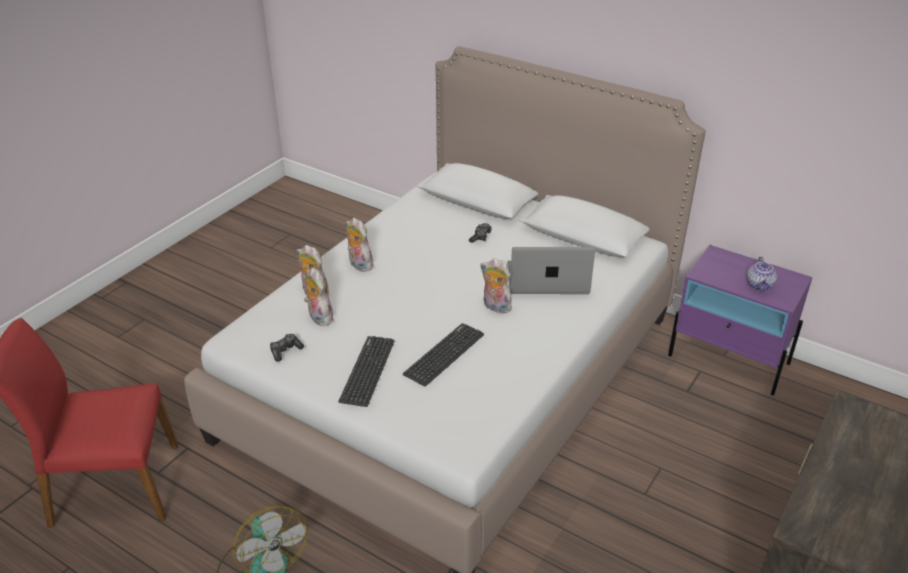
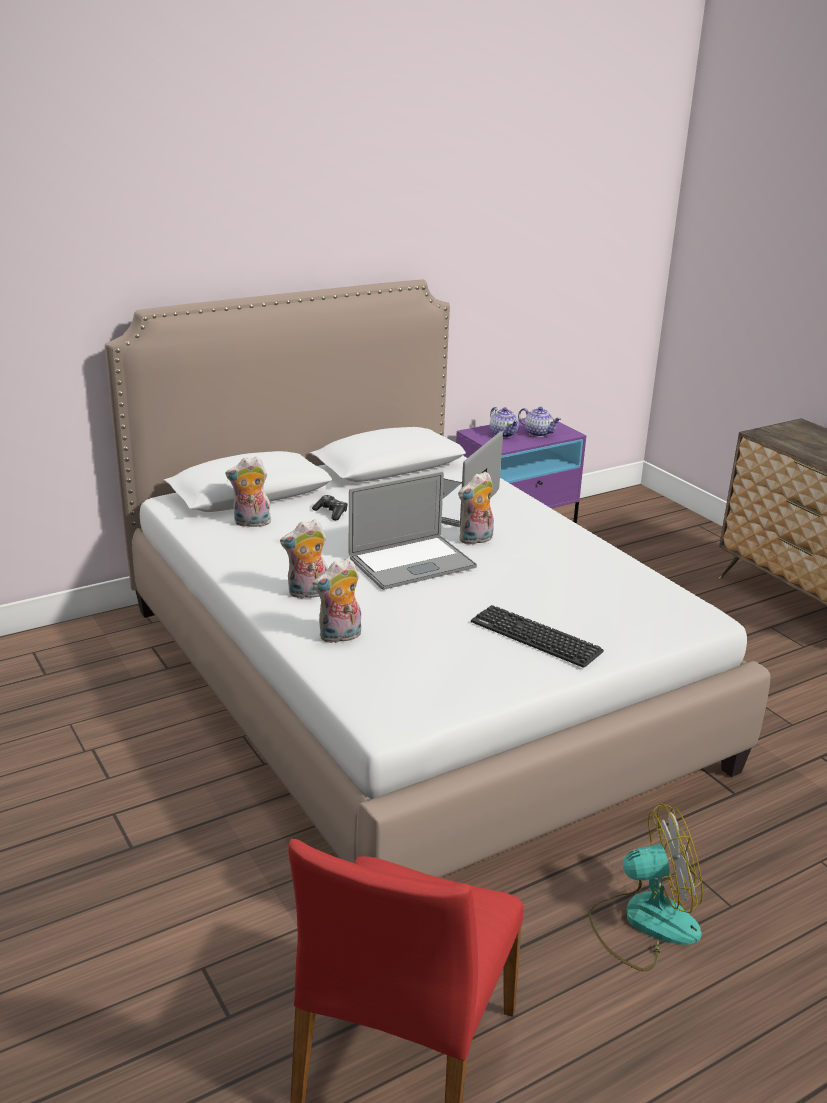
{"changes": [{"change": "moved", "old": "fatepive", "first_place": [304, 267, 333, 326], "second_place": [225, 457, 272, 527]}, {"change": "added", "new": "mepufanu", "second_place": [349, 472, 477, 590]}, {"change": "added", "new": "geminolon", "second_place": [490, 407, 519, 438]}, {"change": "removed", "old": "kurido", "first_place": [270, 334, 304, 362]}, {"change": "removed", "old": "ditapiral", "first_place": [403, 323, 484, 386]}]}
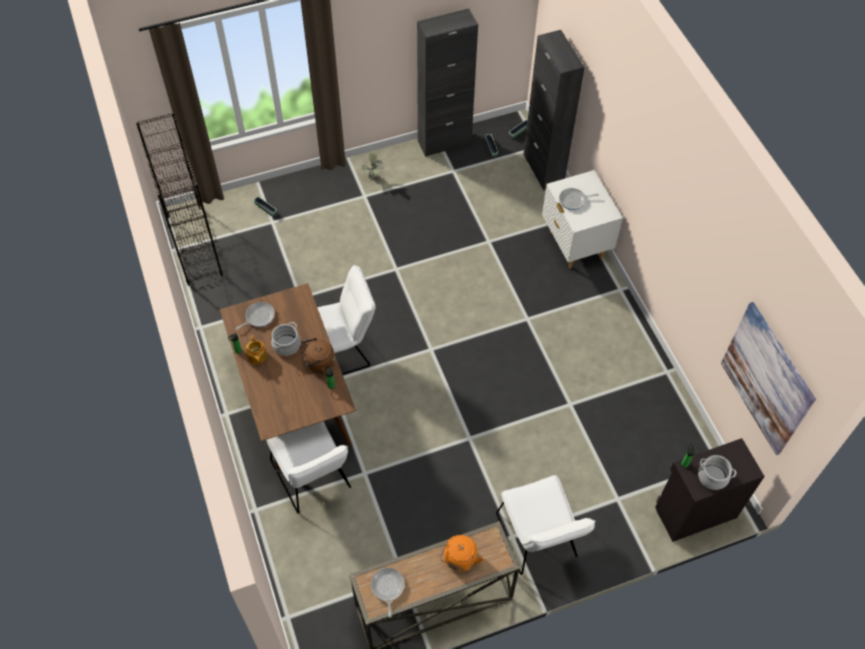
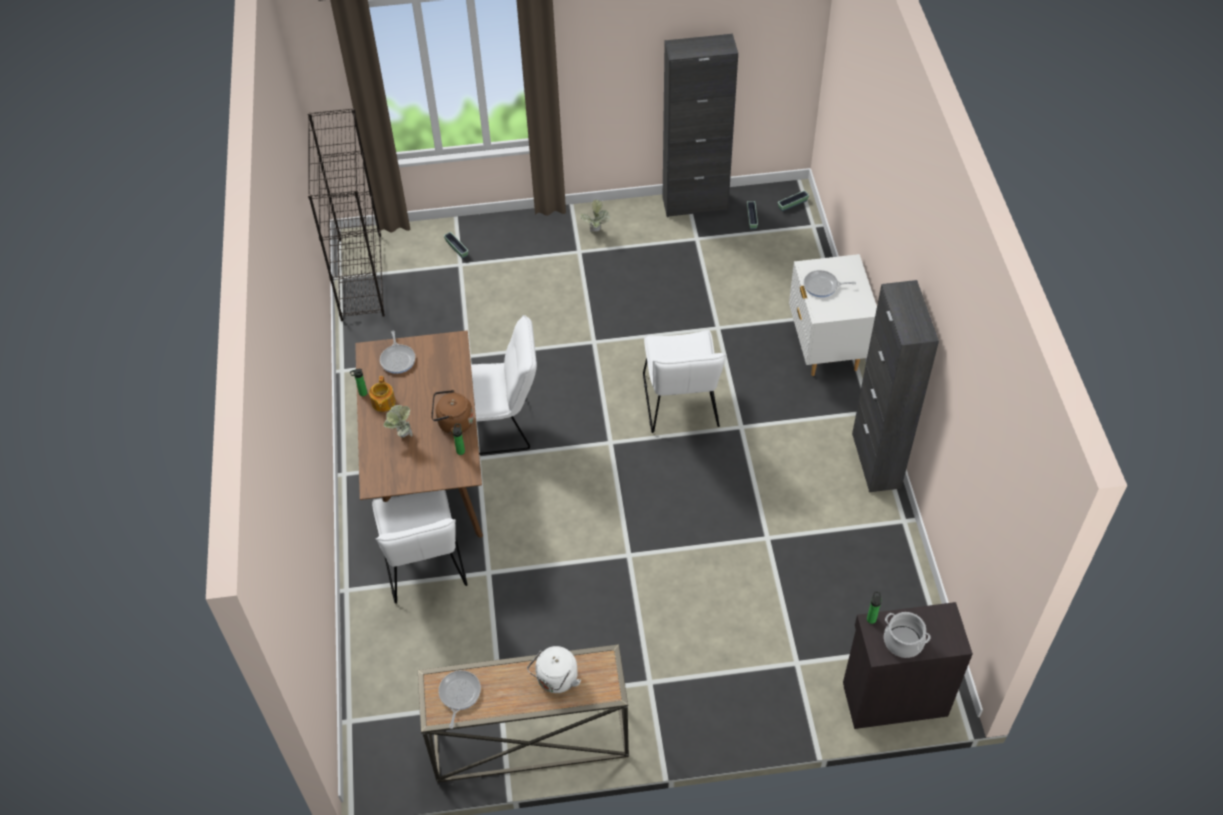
{"changes": [{"change": "turned", "old": "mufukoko", "first_place": [235, 302, 275, 330], "second_place": [380, 330, 415, 374], "degrees": 105}, {"change": "added", "new": "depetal", "second_place": [384, 405, 413, 438]}, {"change": "recoloured", "old": "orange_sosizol", "new": "white_sosizol", "first_place": [440, 535, 483, 571], "second_place": [527, 646, 581, 693]}, {"change": "moved", "old": "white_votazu", "first_place": [496, 475, 595, 575], "second_place": [643, 330, 726, 433]}, {"change": "moved", "old": "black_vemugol", "first_place": [523, 30, 585, 191], "second_place": [852, 280, 939, 492]}, {"change": "removed", "old": "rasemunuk", "first_place": [272, 322, 301, 356]}, {"change": "removed", "old": "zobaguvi", "first_place": [721, 302, 816, 455]}]}
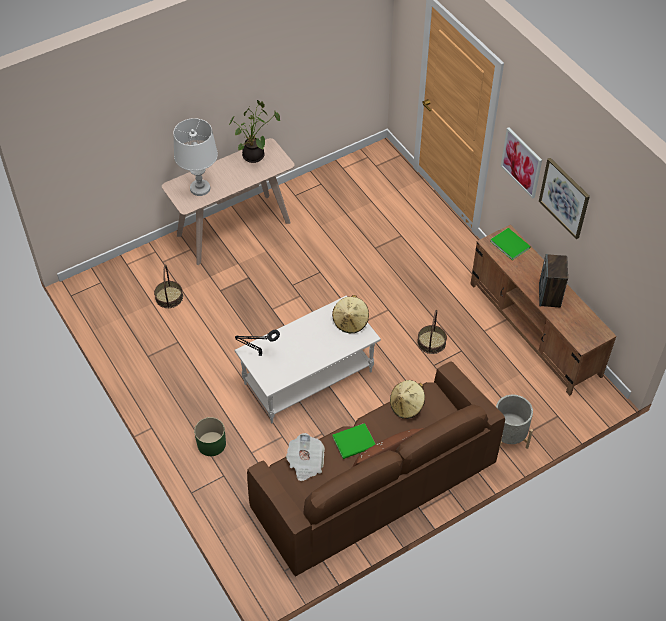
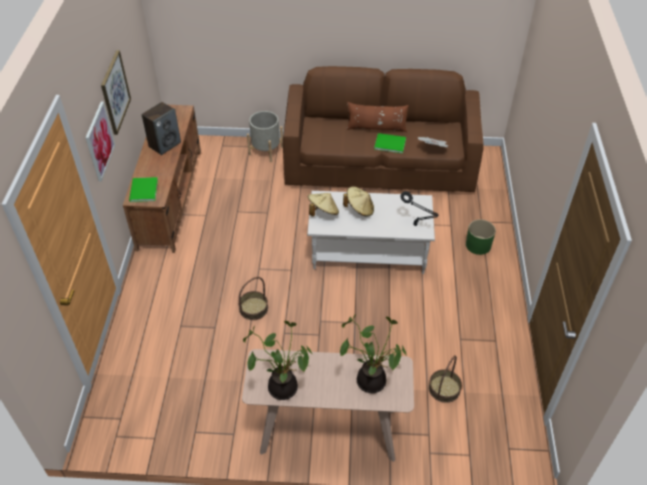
{"changes": [{"change": "moved", "old": "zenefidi", "first_place": [417, 310, 447, 354], "second_place": [238, 277, 268, 320]}, {"change": "replaced", "old": "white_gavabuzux", "new": "depetal", "first_place": [173, 118, 218, 196], "second_place": [340, 314, 407, 393]}, {"change": "moved", "old": "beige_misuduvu", "first_place": [390, 380, 425, 419], "second_place": [343, 186, 374, 217]}]}
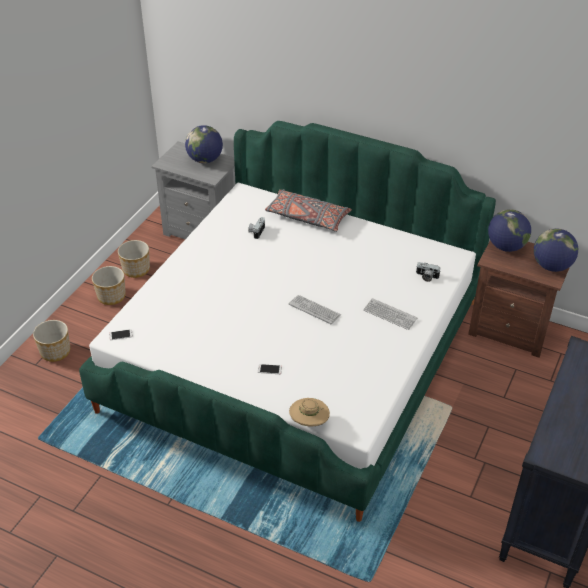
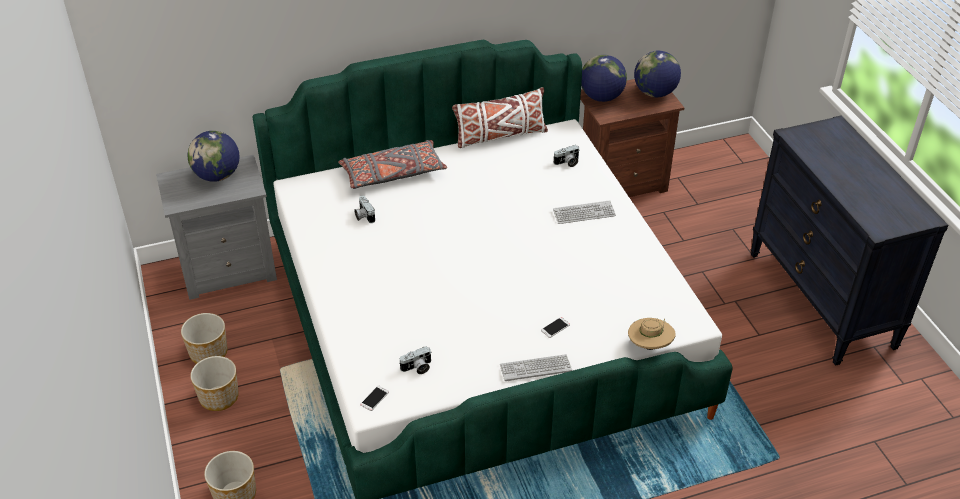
{"changes": [{"change": "added", "new": "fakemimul", "second_place": [399, 346, 431, 374]}, {"change": "added", "new": "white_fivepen", "second_place": [452, 87, 548, 148]}, {"change": "moved", "old": "ditapiral", "first_place": [289, 295, 341, 324], "second_place": [500, 354, 572, 381]}]}
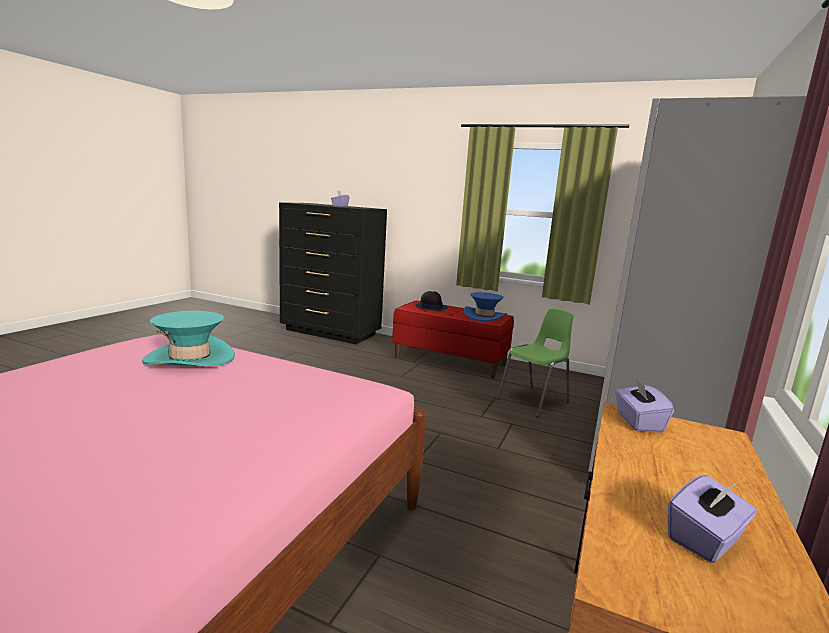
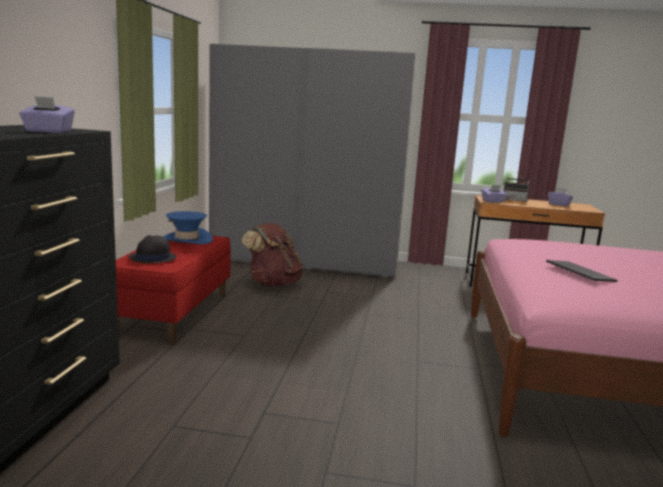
{"changes": [{"change": "replaced", "old": "green_votazu", "new": "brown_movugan", "first_place": [497, 308, 574, 417], "second_place": [242, 223, 303, 286]}, {"change": "added", "new": "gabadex", "second_place": [504, 177, 530, 202]}, {"change": "replaced", "old": "turquoise_misuduvu", "new": "ditapiral", "first_place": [142, 311, 235, 366], "second_place": [546, 260, 618, 282]}]}
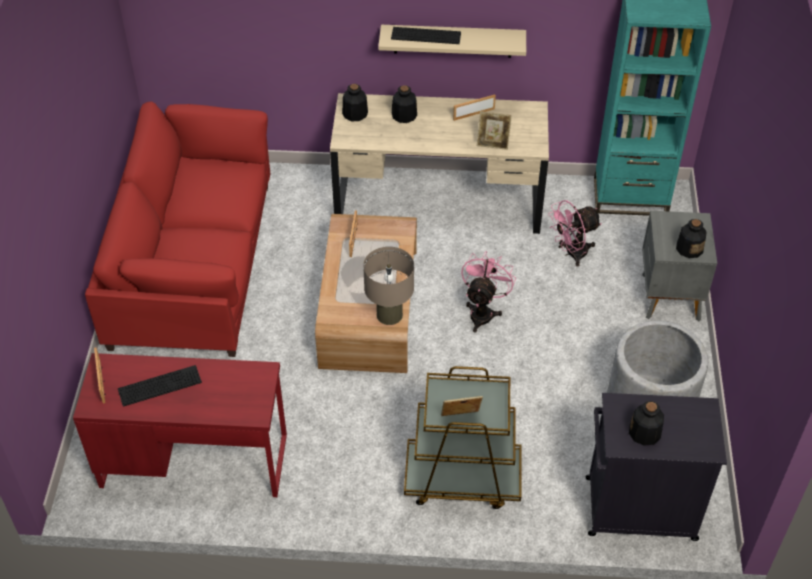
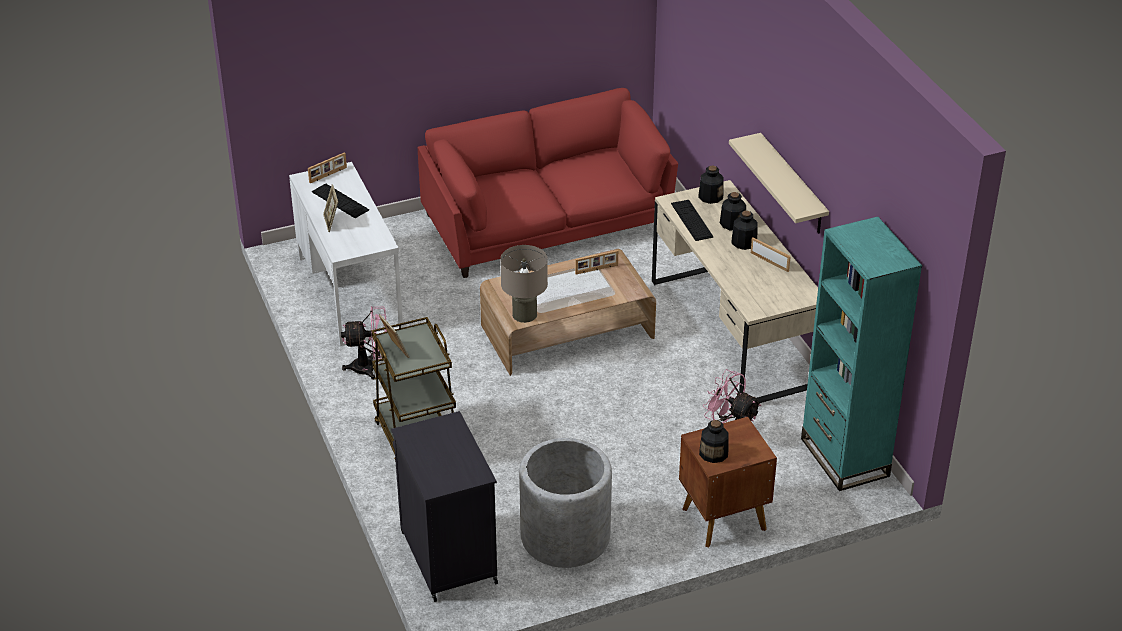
{"changes": [{"change": "recoloured", "old": "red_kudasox", "new": "white_kudasox", "first_place": [73, 353, 287, 497], "second_place": [289, 162, 403, 346]}, {"change": "moved", "old": "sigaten", "first_place": [477, 111, 512, 150], "second_place": [323, 184, 338, 232]}, {"change": "moved", "old": "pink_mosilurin", "first_place": [461, 251, 516, 333], "second_place": [341, 306, 387, 380]}, {"change": "moved", "old": "ditapiral", "first_place": [391, 27, 461, 44], "second_place": [671, 200, 714, 241]}, {"change": "recoloured", "old": "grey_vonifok", "new": "brown_vonifok", "first_place": [642, 211, 717, 321], "second_place": [679, 417, 777, 548]}, {"change": "moved", "old": "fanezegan", "first_place": [629, 401, 664, 446], "second_place": [732, 211, 758, 250]}]}
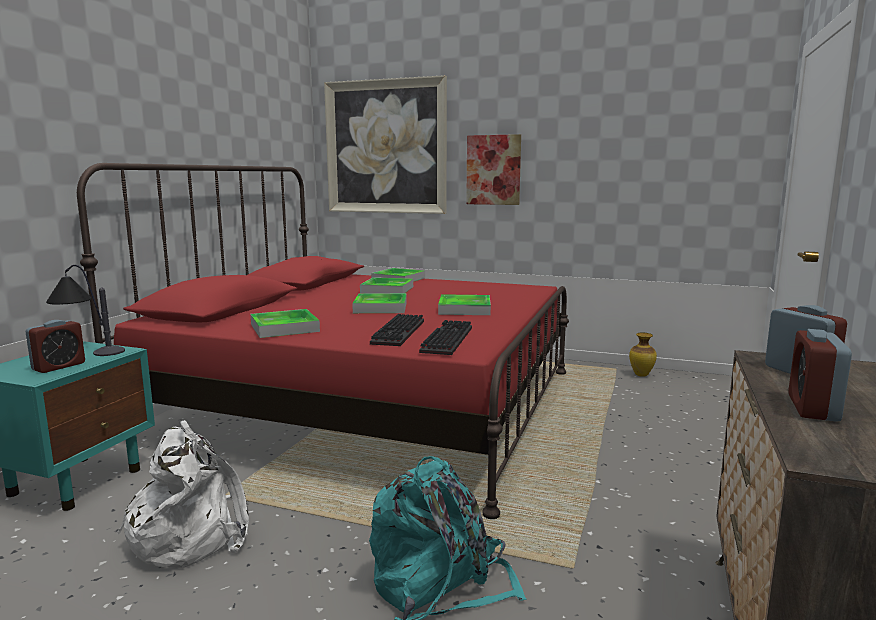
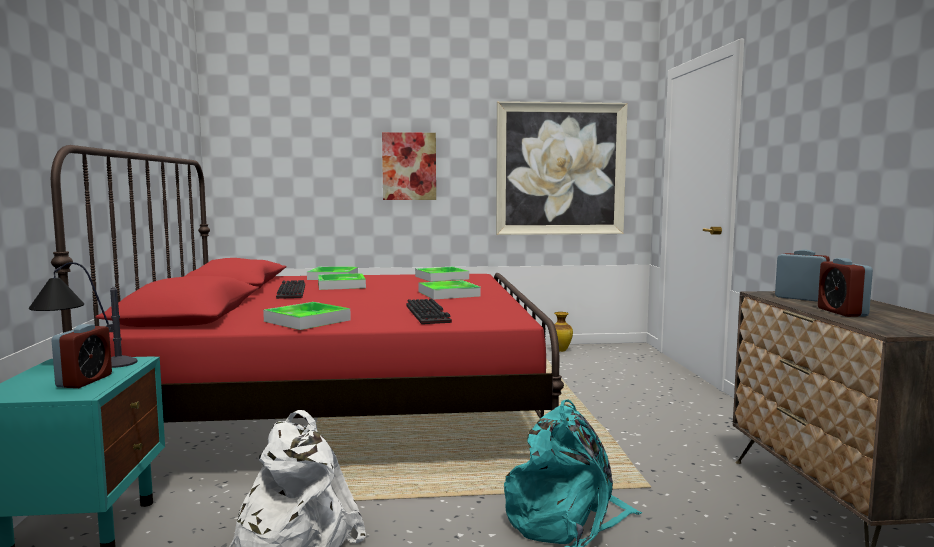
{"changes": [{"change": "moved", "old": "ditapiral", "first_place": [419, 320, 472, 355], "second_place": [276, 280, 305, 299]}, {"change": "moved", "old": "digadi", "first_place": [352, 293, 407, 313], "second_place": [415, 267, 469, 282]}, {"change": "moved", "old": "zobaguvi", "first_place": [324, 75, 447, 214], "second_place": [496, 101, 628, 235]}]}
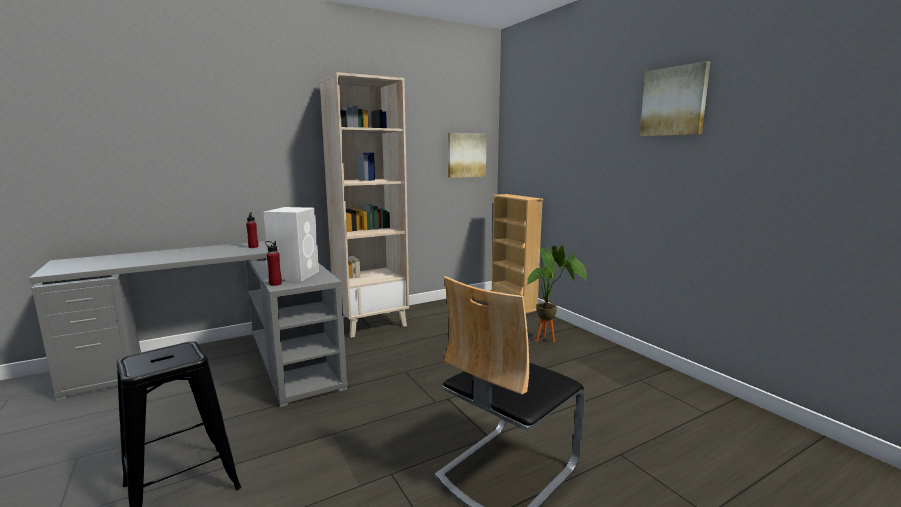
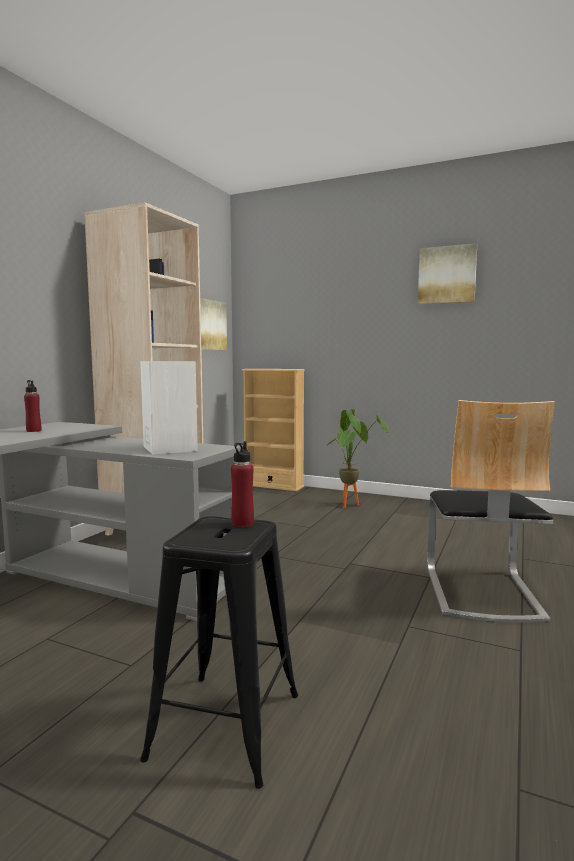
{"changes": [{"change": "moved", "old": "red_fanezegan", "first_place": [265, 241, 282, 286], "second_place": [231, 441, 254, 527]}]}
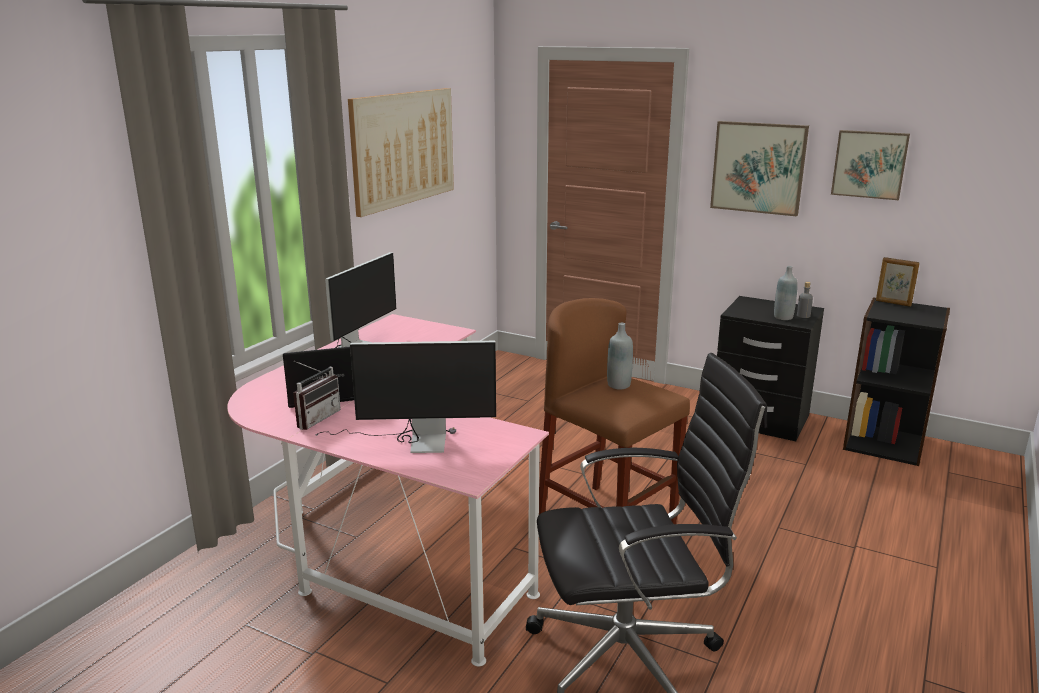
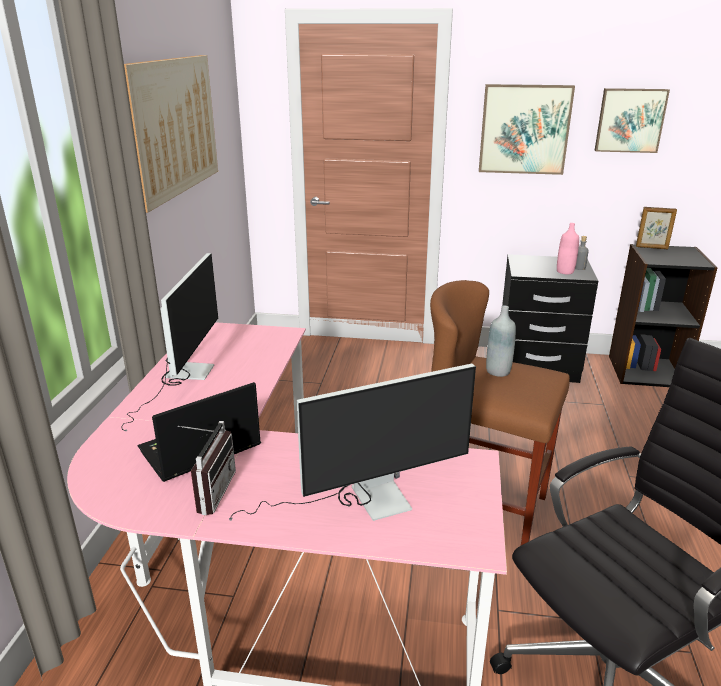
{"changes": [{"change": "recoloured", "old": "grey_fanezegan", "new": "pink_fanezegan", "first_place": [774, 266, 798, 320], "second_place": [557, 223, 579, 275]}]}
